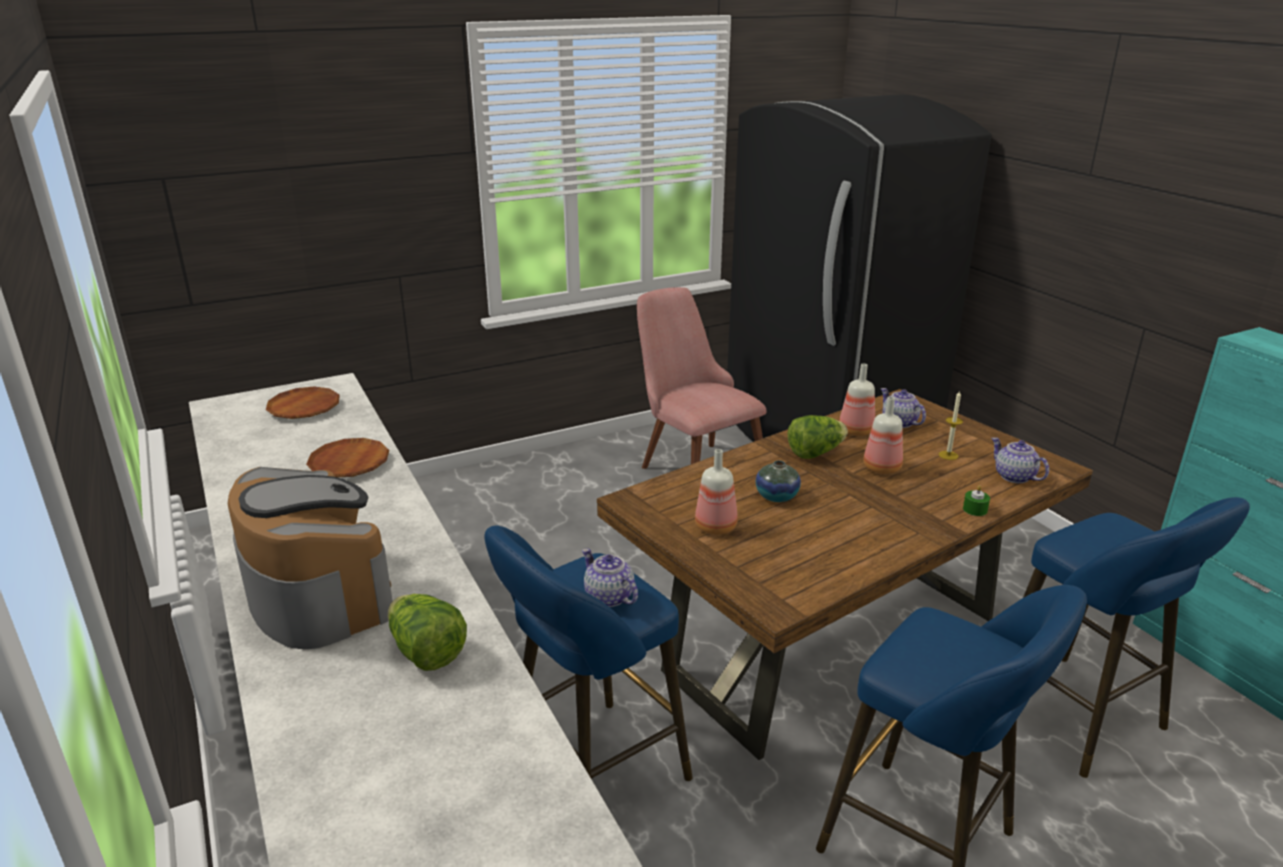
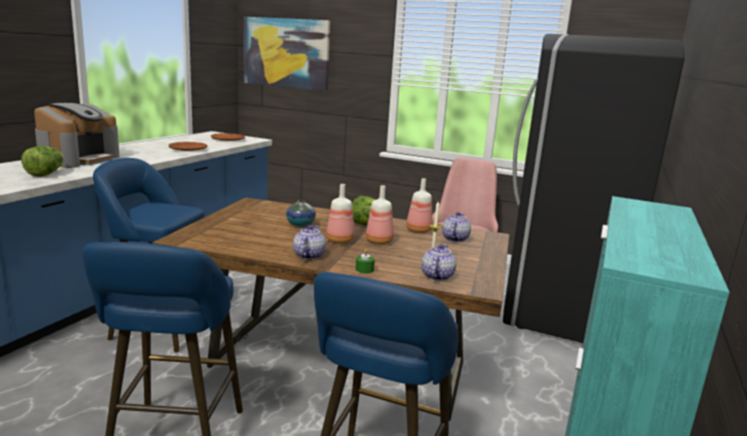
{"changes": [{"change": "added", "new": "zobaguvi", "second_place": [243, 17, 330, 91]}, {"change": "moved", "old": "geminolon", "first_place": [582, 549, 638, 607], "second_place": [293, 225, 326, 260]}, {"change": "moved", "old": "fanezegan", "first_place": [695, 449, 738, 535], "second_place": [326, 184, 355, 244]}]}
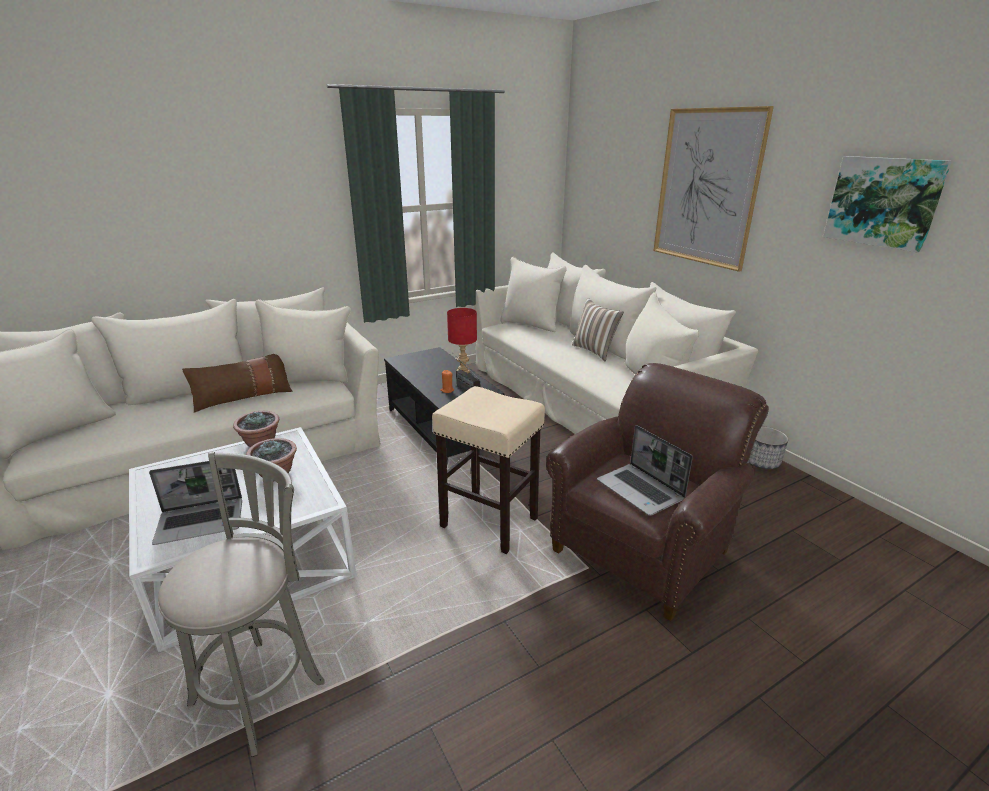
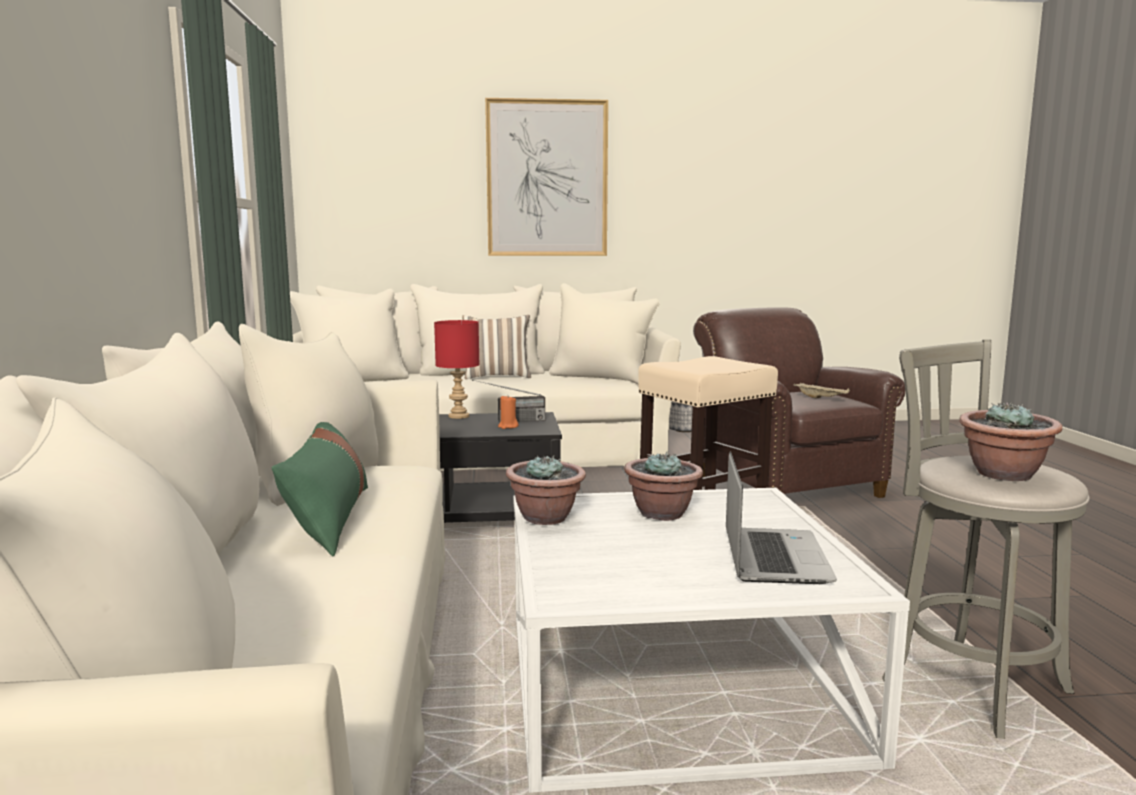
{"changes": [{"change": "recoloured", "old": "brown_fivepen", "new": "green_fivepen", "first_place": [182, 354, 293, 413], "second_place": [271, 422, 368, 556]}, {"change": "replaced", "old": "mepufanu", "new": "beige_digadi", "first_place": [597, 425, 693, 516], "second_place": [793, 383, 850, 399]}, {"change": "added", "new": "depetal", "second_place": [959, 402, 1062, 481]}, {"change": "removed", "old": "zobaguvi", "first_place": [823, 156, 952, 253]}]}
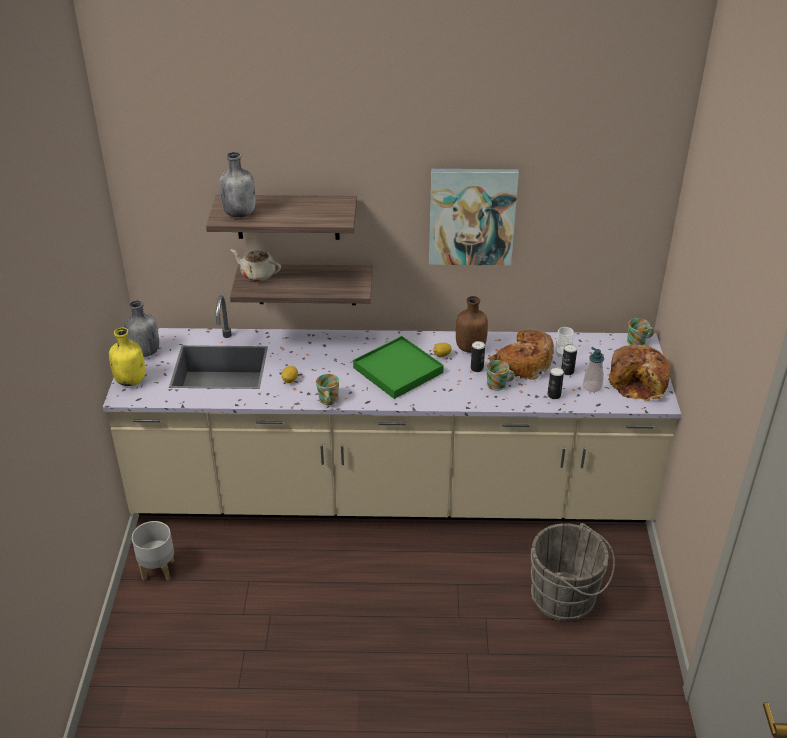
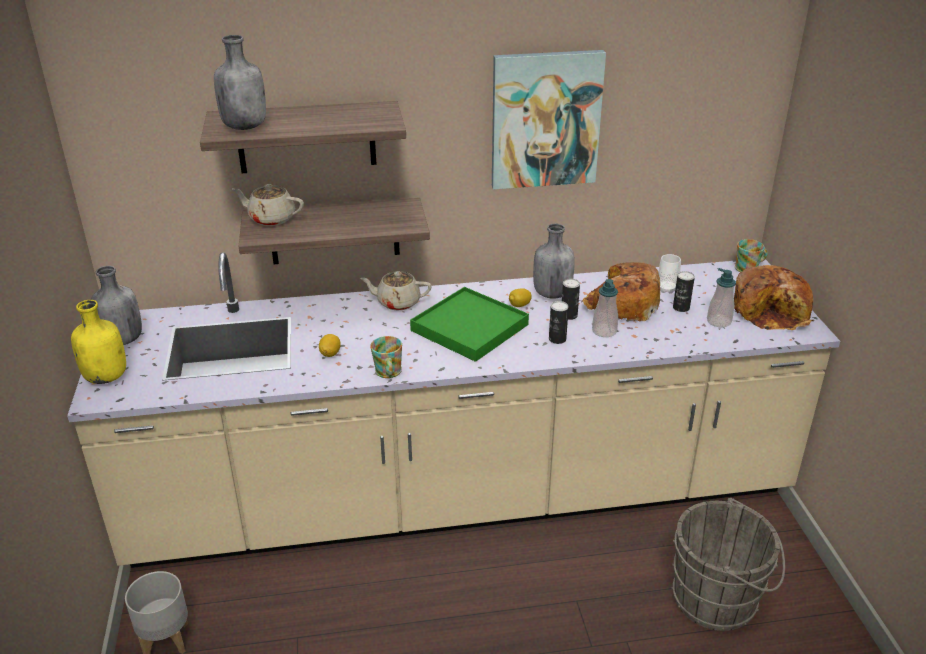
{"changes": [{"change": "added", "new": "beige_geminolon", "second_place": [360, 271, 432, 311]}, {"change": "recoloured", "old": "brown_fanezegan", "new": "grey_fanezegan", "first_place": [456, 296, 488, 353], "second_place": [533, 224, 575, 299]}, {"change": "moved", "old": "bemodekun", "first_place": [547, 367, 564, 399], "second_place": [549, 301, 569, 344]}, {"change": "replaced", "old": "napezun", "new": "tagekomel", "first_place": [486, 360, 515, 391], "second_place": [592, 279, 618, 337]}]}
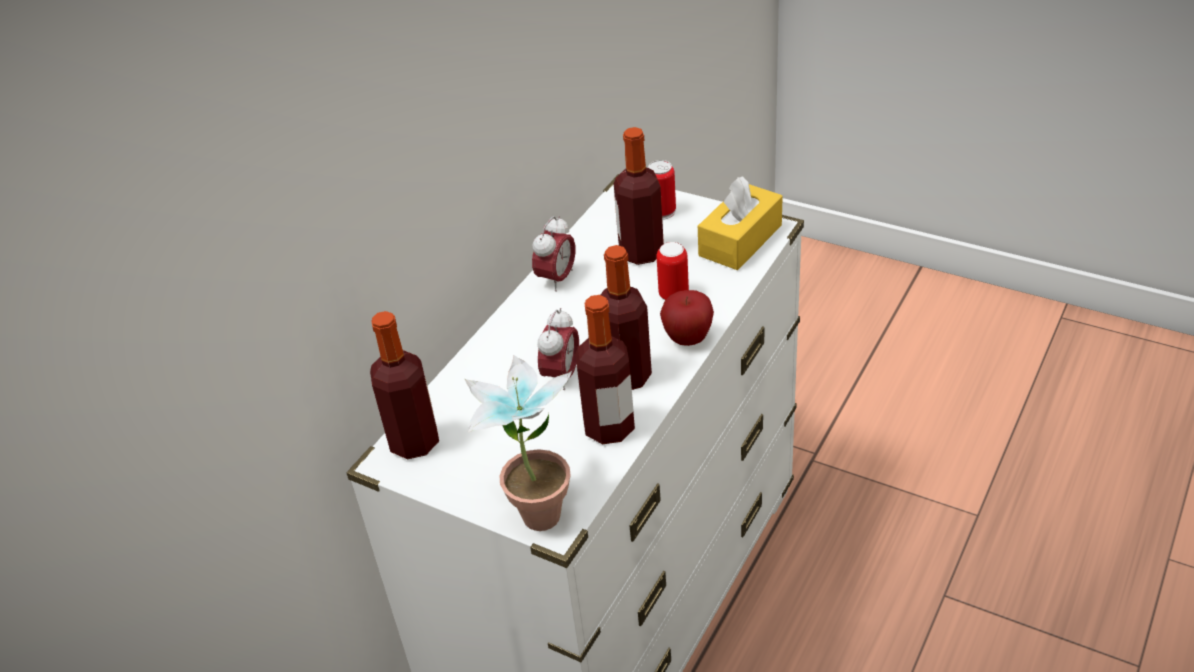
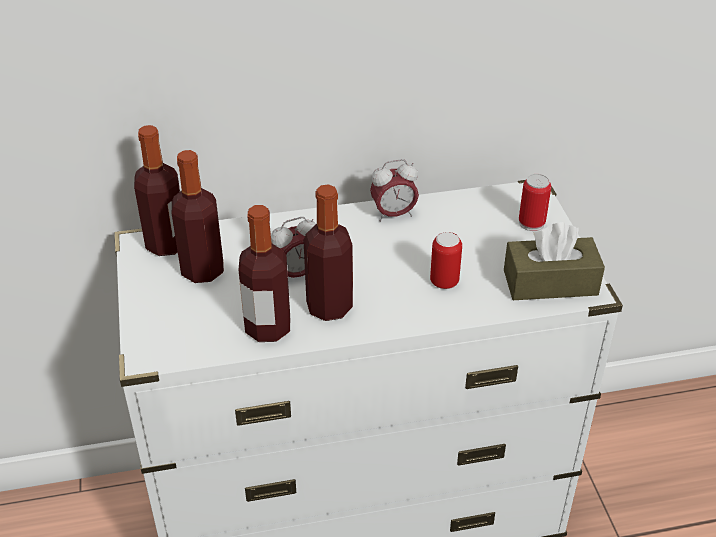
{"changes": [{"change": "moved", "old": "fanezegan", "first_place": [614, 127, 664, 265], "second_place": [172, 150, 224, 283]}, {"change": "recoloured", "old": "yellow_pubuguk", "new": "brown_pubuguk", "first_place": [698, 176, 783, 270], "second_place": [504, 222, 605, 300]}, {"change": "removed", "old": "depetal", "first_place": [465, 355, 572, 531]}, {"change": "removed", "old": "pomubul", "first_place": [660, 290, 714, 346]}]}
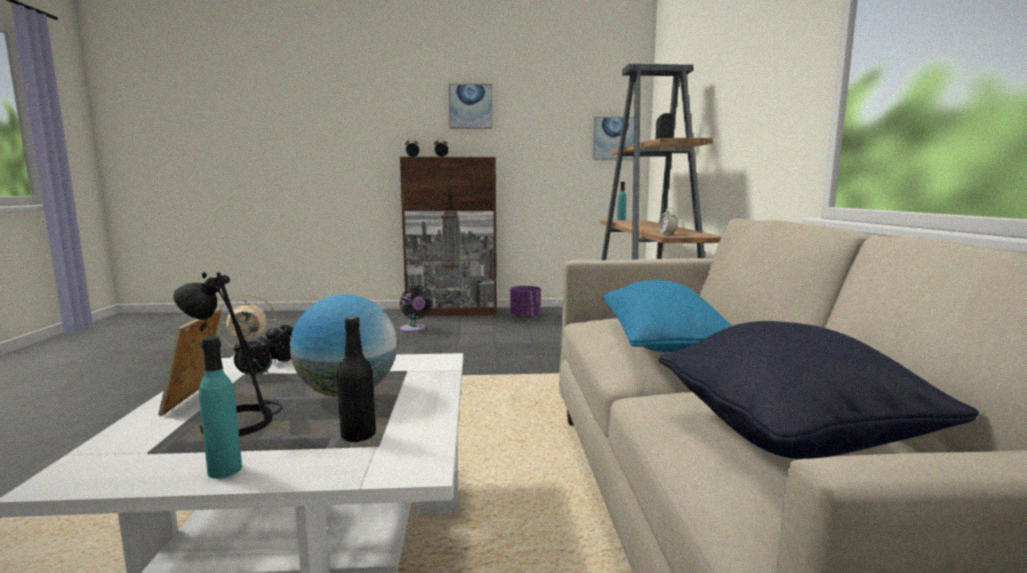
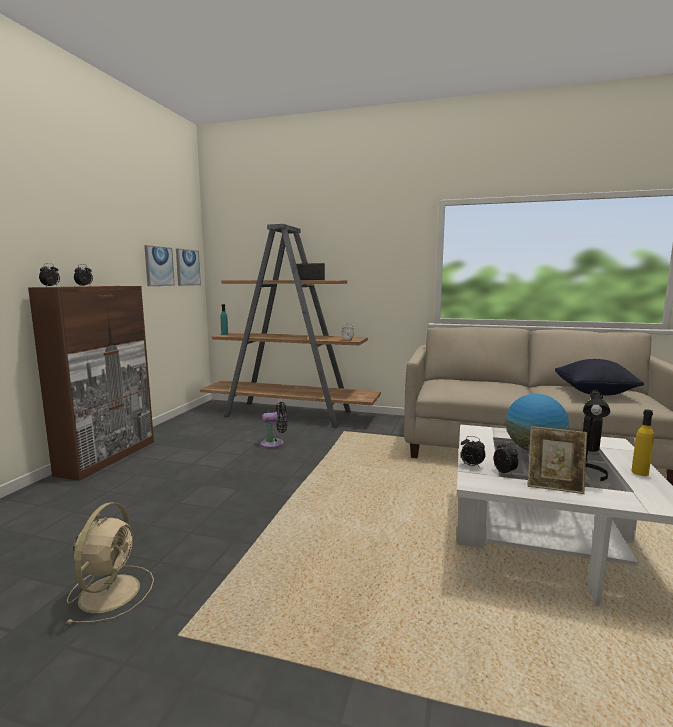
{"changes": [{"change": "moved", "old": "zobaguvi", "first_place": [449, 84, 492, 129], "second_place": [144, 245, 175, 286]}, {"change": "moved", "old": "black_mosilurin", "first_place": [400, 285, 433, 333], "second_place": [260, 402, 287, 448]}, {"change": "recoloured", "old": "turquoise_fanezegan", "new": "yellow_fanezegan", "first_place": [199, 336, 242, 479], "second_place": [631, 409, 654, 476]}, {"change": "removed", "old": "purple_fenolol", "first_place": [510, 286, 541, 319]}, {"change": "removed", "old": "blue_fivepen", "first_place": [603, 280, 732, 353]}]}
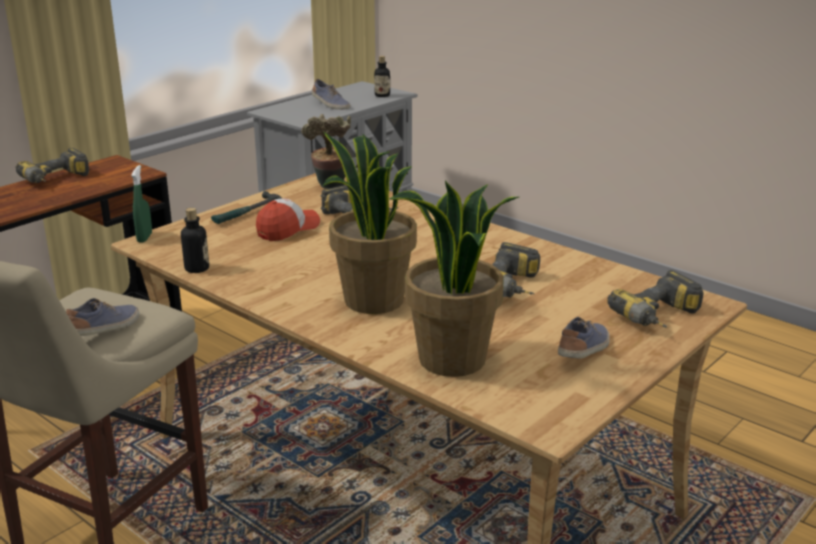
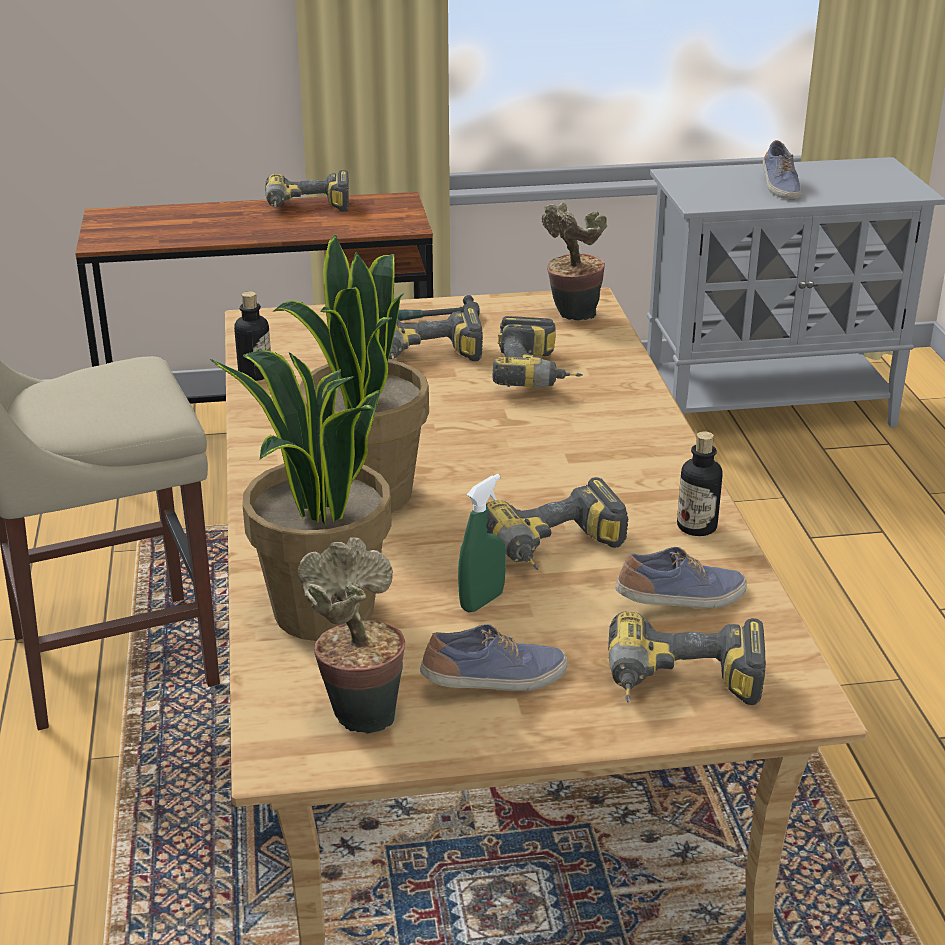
{"changes": [{"change": "added", "new": "depetal", "second_place": [298, 537, 405, 734]}, {"change": "replaced", "old": "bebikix", "new": "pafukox", "first_place": [256, 198, 320, 241], "second_place": [389, 306, 483, 361]}, {"change": "moved", "old": "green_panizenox", "first_place": [131, 165, 152, 243], "second_place": [458, 474, 506, 612]}, {"change": "moved", "old": "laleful", "first_place": [66, 298, 139, 336], "second_place": [615, 547, 747, 608]}, {"change": "moved", "old": "fanezegan", "first_place": [374, 56, 390, 97], "second_place": [677, 431, 723, 536]}]}
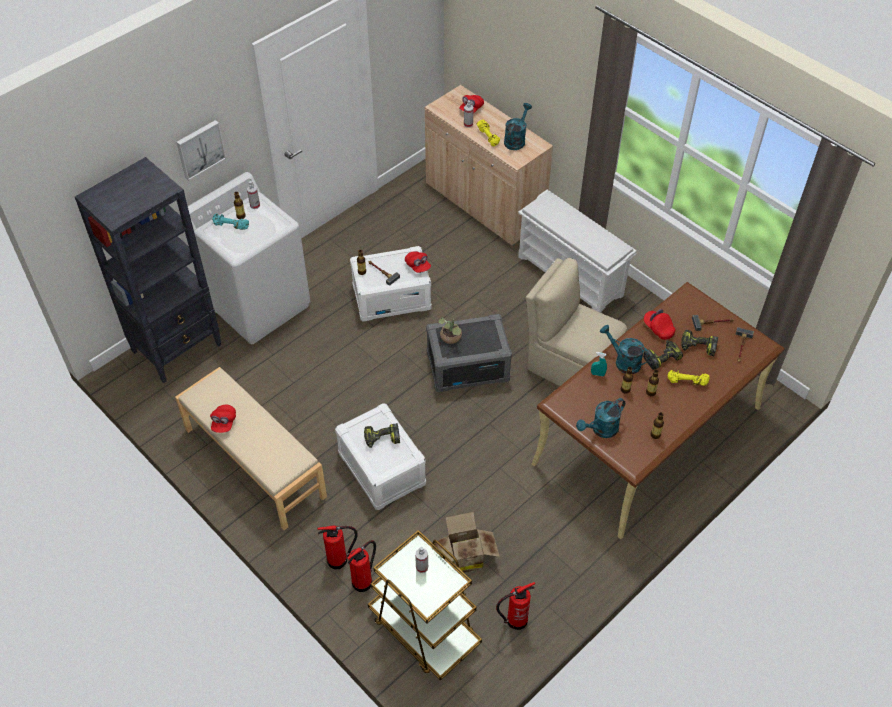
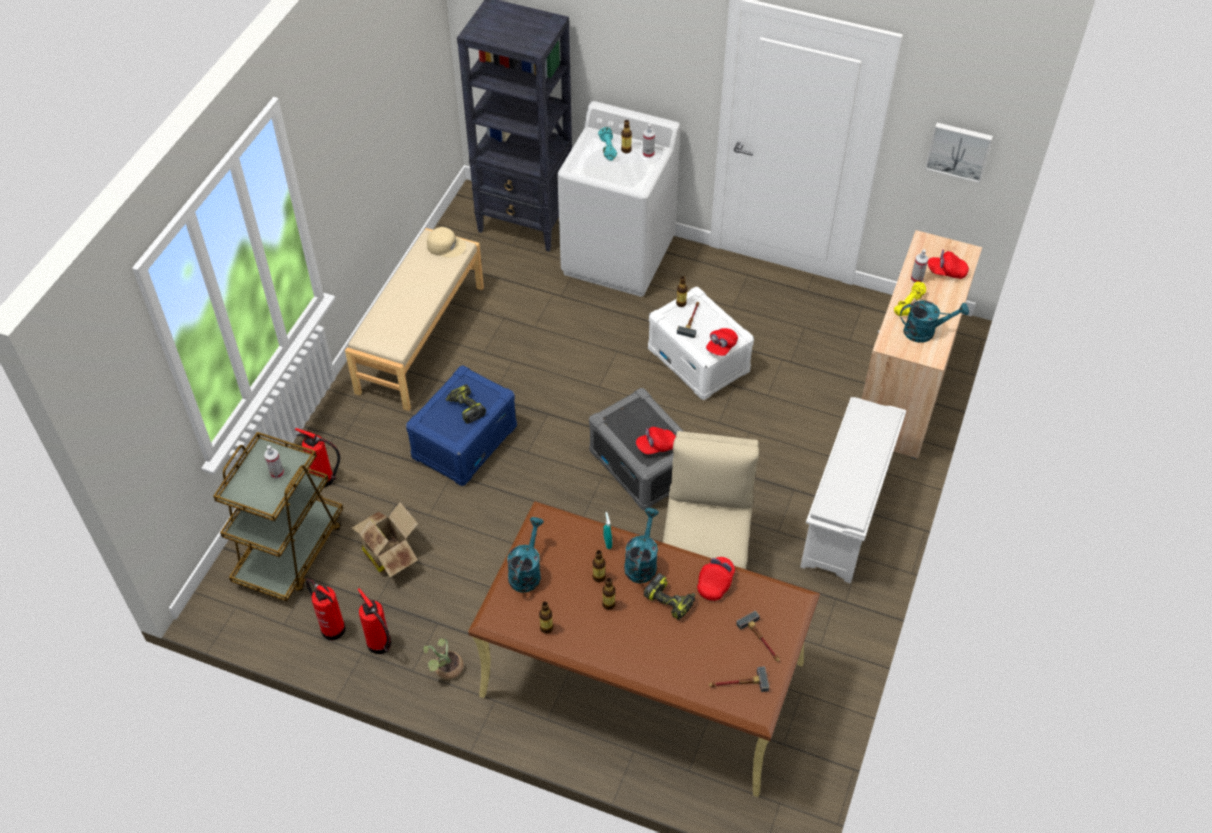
{"changes": [{"change": "moved", "old": "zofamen", "first_place": [317, 525, 358, 569], "second_place": [358, 588, 391, 654]}, {"change": "recoloured", "old": "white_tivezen", "new": "blue_tivezen", "first_place": [335, 403, 426, 510], "second_place": [406, 365, 517, 486]}, {"change": "moved", "old": "depetal", "first_place": [438, 317, 462, 344], "second_place": [423, 639, 464, 680]}, {"change": "added", "new": "beige_bebikix", "second_place": [427, 227, 466, 258]}, {"change": "turned", "old": "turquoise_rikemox", "first_place": [576, 398, 625, 438], "second_place": [507, 517, 544, 593], "degrees": 75}, {"change": "moved", "old": "red_bebikix", "first_place": [210, 404, 236, 433], "second_place": [636, 427, 676, 454]}, {"change": "moved", "old": "zobaguvi", "first_place": [176, 120, 226, 181], "second_place": [925, 123, 993, 183]}, {"change": "removed", "old": "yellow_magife", "first_place": [667, 370, 710, 386]}, {"change": "removed", "old": "pafukox", "first_place": [681, 330, 718, 356]}]}
